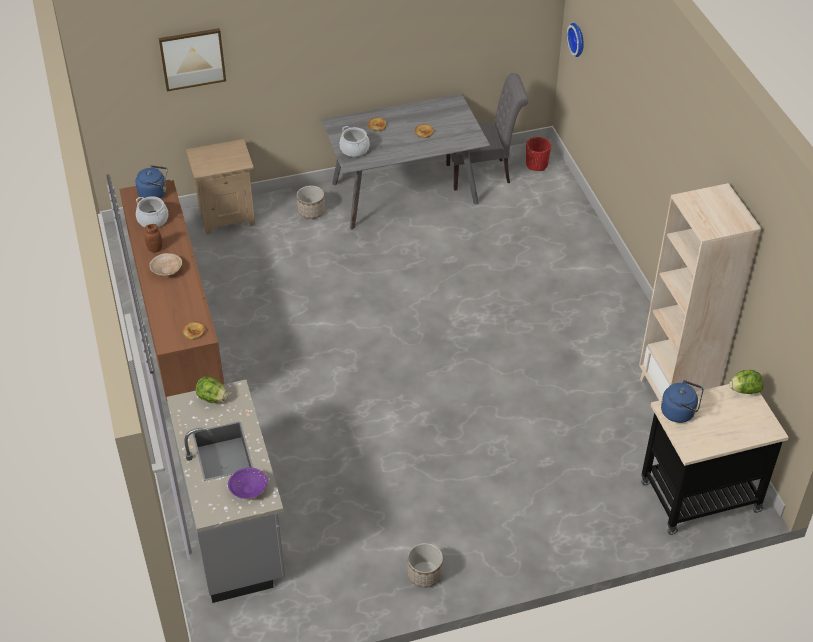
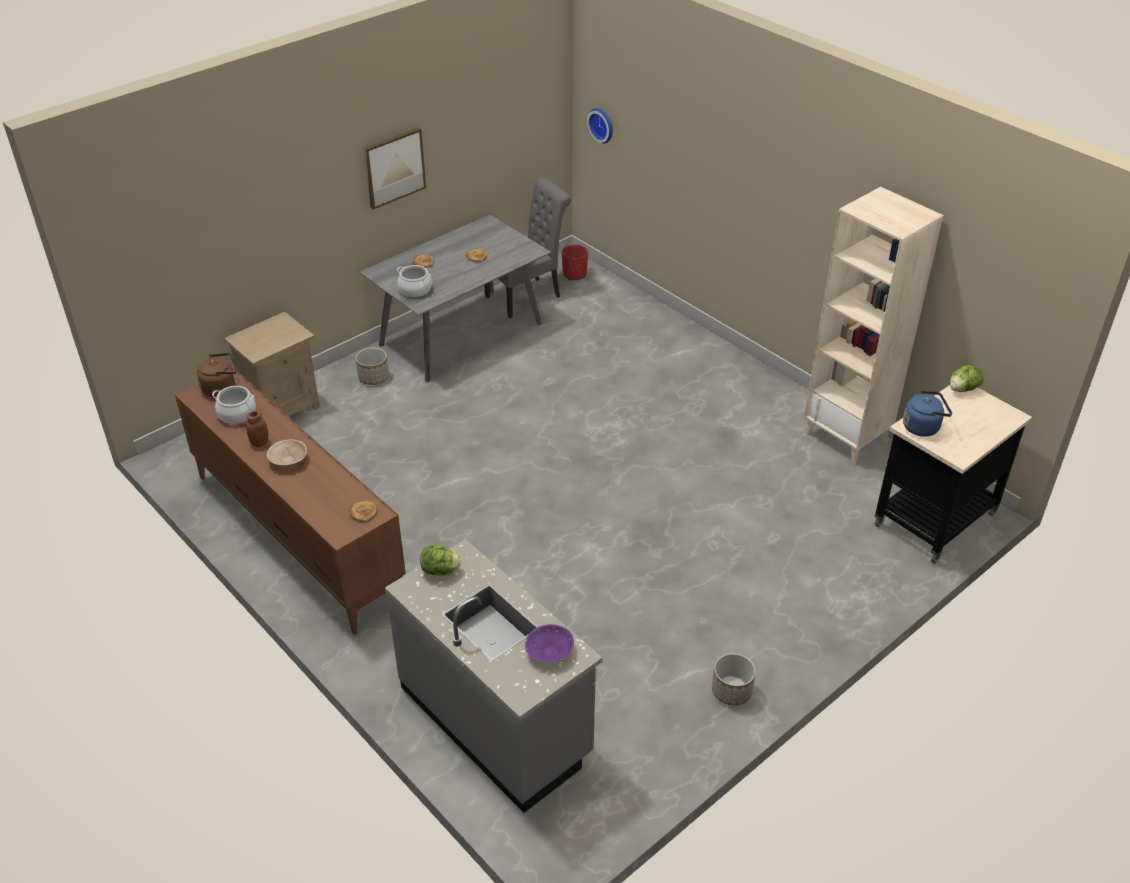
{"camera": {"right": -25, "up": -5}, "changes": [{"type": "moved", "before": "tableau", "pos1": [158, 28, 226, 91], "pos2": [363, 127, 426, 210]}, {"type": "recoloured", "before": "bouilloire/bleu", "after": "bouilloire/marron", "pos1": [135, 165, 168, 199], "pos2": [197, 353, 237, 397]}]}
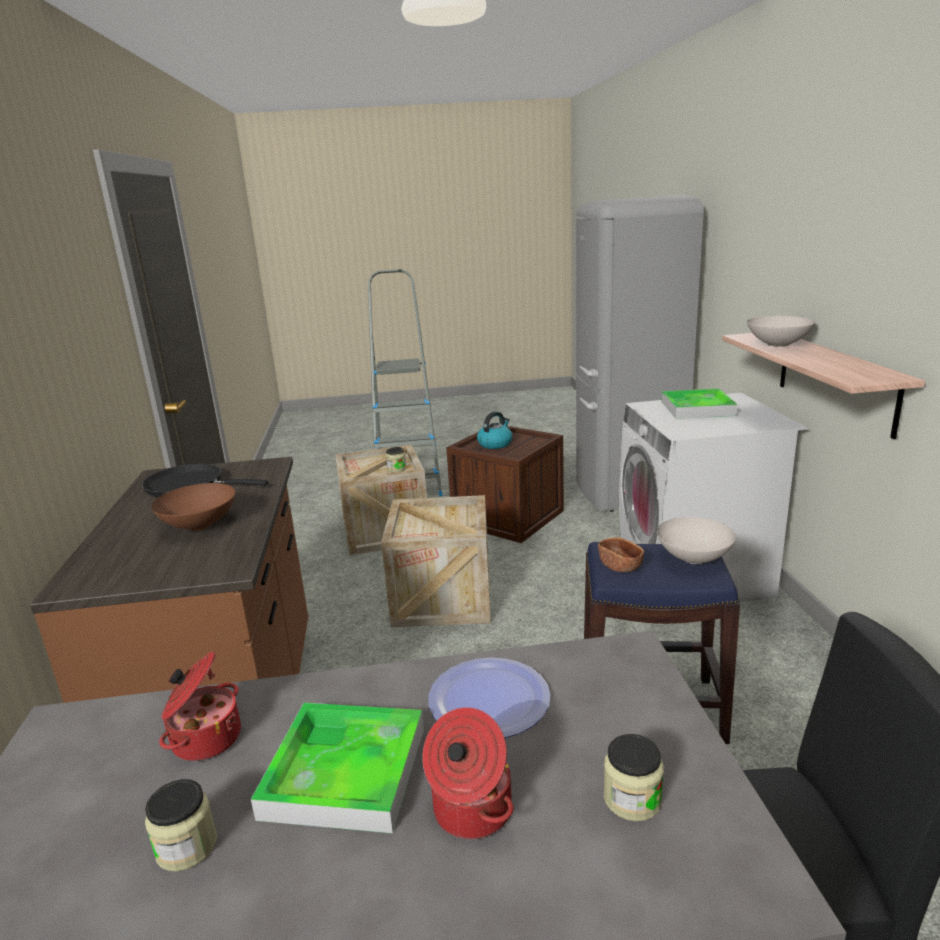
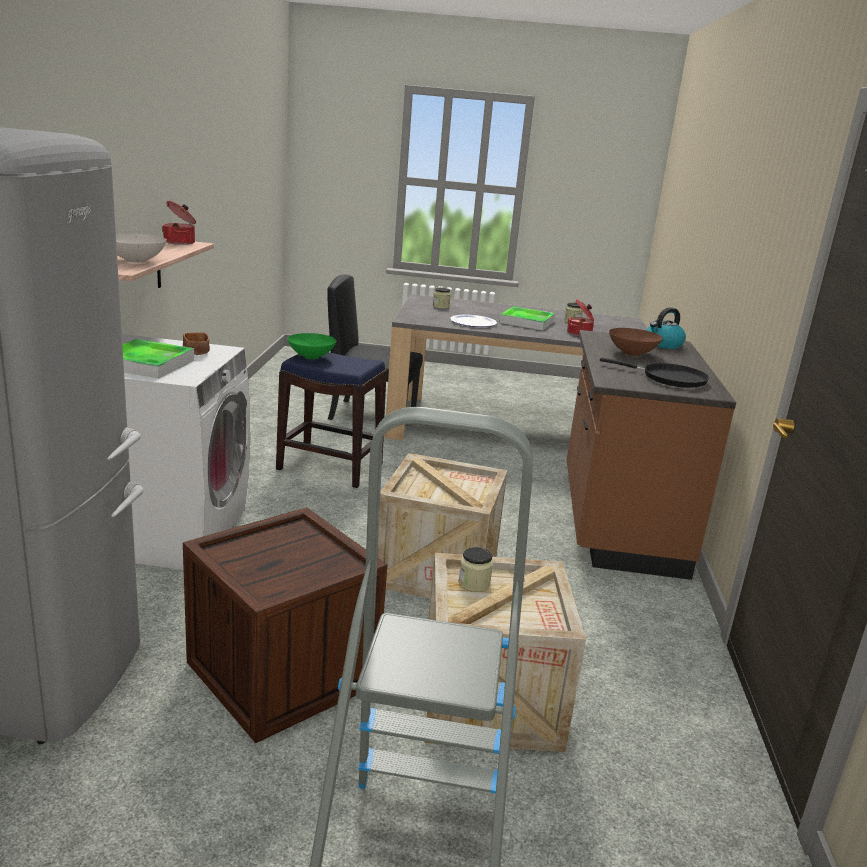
{"camera": {"right": -170, "up": 0}, "changes": [{"type": "moved", "before": "marmite", "pos1": [422, 707, 513, 840], "pos2": [162, 201, 196, 245]}, {"type": "moved", "before": "bouilloire", "pos1": [477, 411, 512, 449], "pos2": [646, 307, 686, 349]}, {"type": "moved", "before": "bol/marron", "pos1": [598, 537, 644, 572], "pos2": [183, 332, 210, 355]}, {"type": "recoloured", "before": "bol/blanc", "after": "bol/vert", "pos1": [657, 517, 736, 564], "pos2": [287, 333, 336, 359]}]}
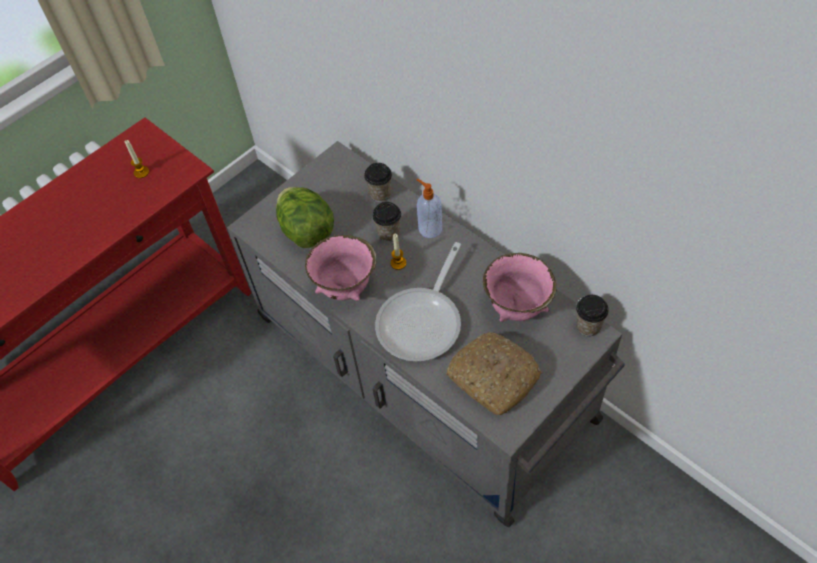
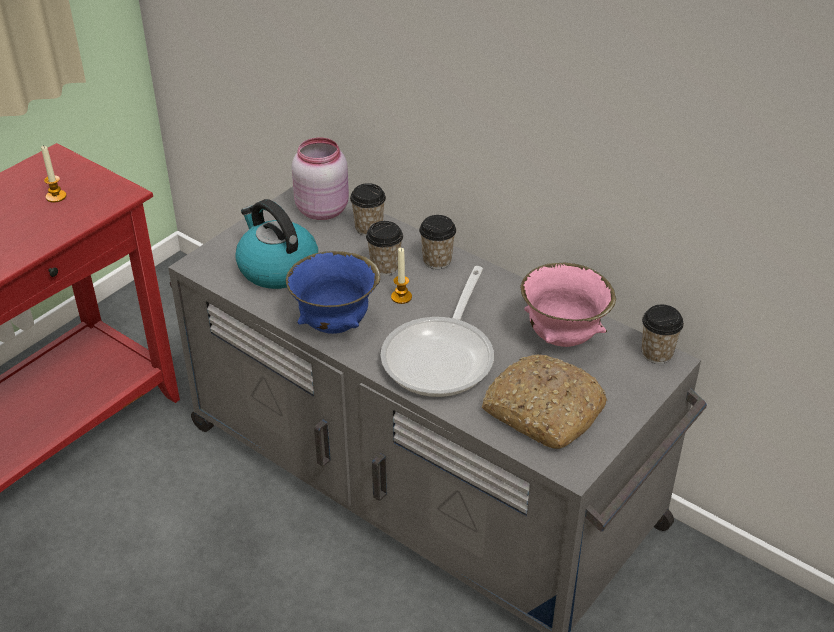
{"camera": {"right": -10, "up": -15}, "changes": [{"type": "added", "after": "bocal/rose", "pos2": [292, 138, 349, 220]}, {"type": "replaced", "before": "laitue", "after": "bouilloire", "pos1": [276, 187, 334, 248], "pos2": [235, 199, 318, 289]}, {"type": "replaced", "before": "distributeur de savon", "after": "tasse", "pos1": [416, 179, 442, 238], "pos2": [419, 215, 456, 269]}, {"type": "recoloured", "before": "bol/rose", "after": "bol/bleu", "pos1": [305, 235, 377, 301], "pos2": [286, 251, 380, 334]}]}
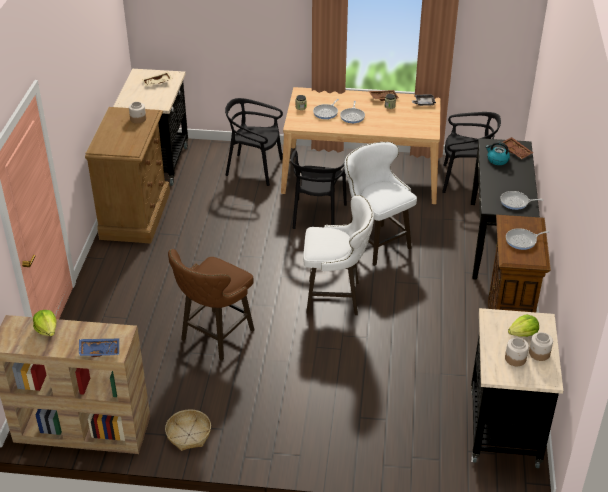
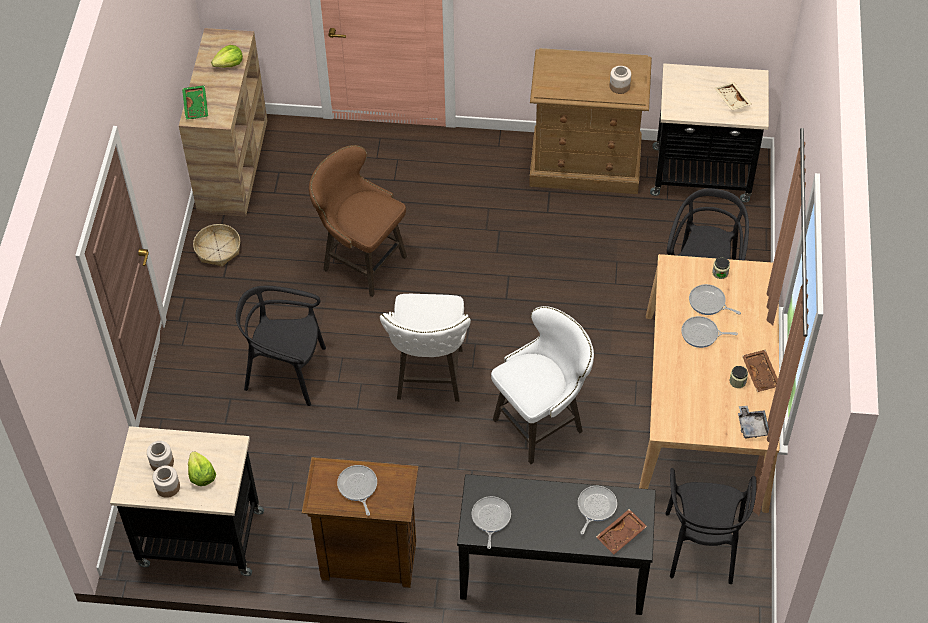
{"camera": {"right": 90, "up": 15}, "changes": [{"type": "moved", "before": "chaise/noir", "pos1": [291, 150, 347, 229], "pos2": [236, 286, 326, 406]}, {"type": "replaced", "before": "bouilloire", "after": "poêle", "pos1": [486, 142, 510, 165], "pos2": [578, 486, 617, 535]}, {"type": "recoloured", "before": "plateau/bleu", "after": "plateau/vert", "pos1": [79, 338, 119, 357], "pos2": [182, 85, 208, 120]}]}
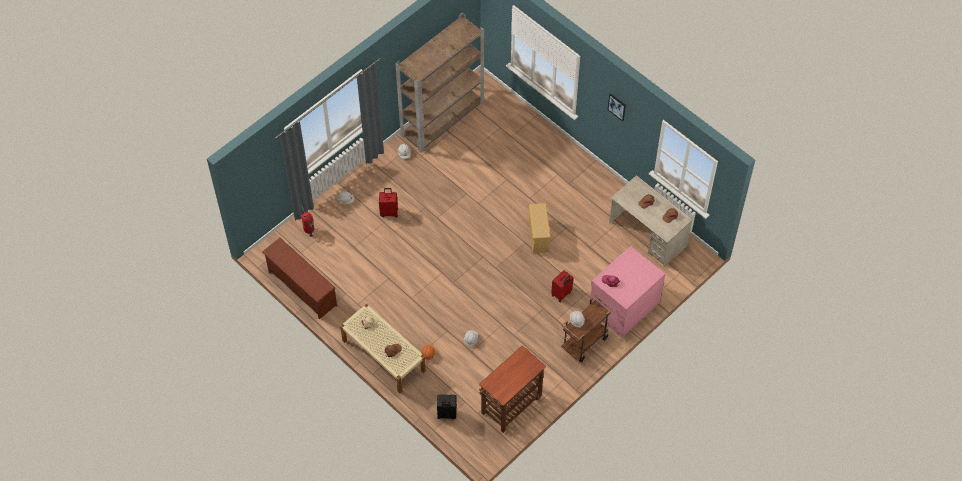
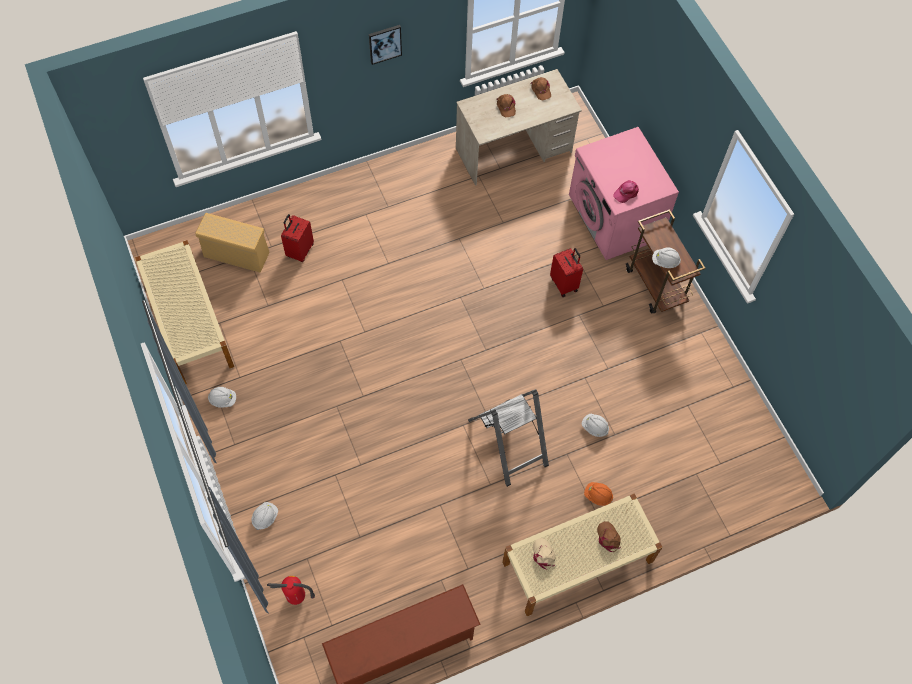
{"camera": {"right": -70, "up": 5}, "changes": [{"type": "removed", "before": "valise/noir", "pos1": [437, 394, 457, 420]}, {"type": "removed", "before": "chariot/marron", "pos1": [479, 346, 546, 433]}, {"type": "added", "after": "escabeau/gris", "pos2": [468, 389, 549, 487]}, {"type": "moved", "before": "valise/rouge", "pos1": [379, 188, 398, 217], "pos2": [281, 214, 314, 262]}, {"type": "moved", "before": "boîte de rangement/beige", "pos1": [528, 203, 550, 253], "pos2": [195, 213, 270, 273]}, {"type": "replaced", "before": "bibliothèque/marron", "after": "banc/beige", "pos1": [395, 12, 484, 153], "pos2": [135, 240, 235, 384]}]}
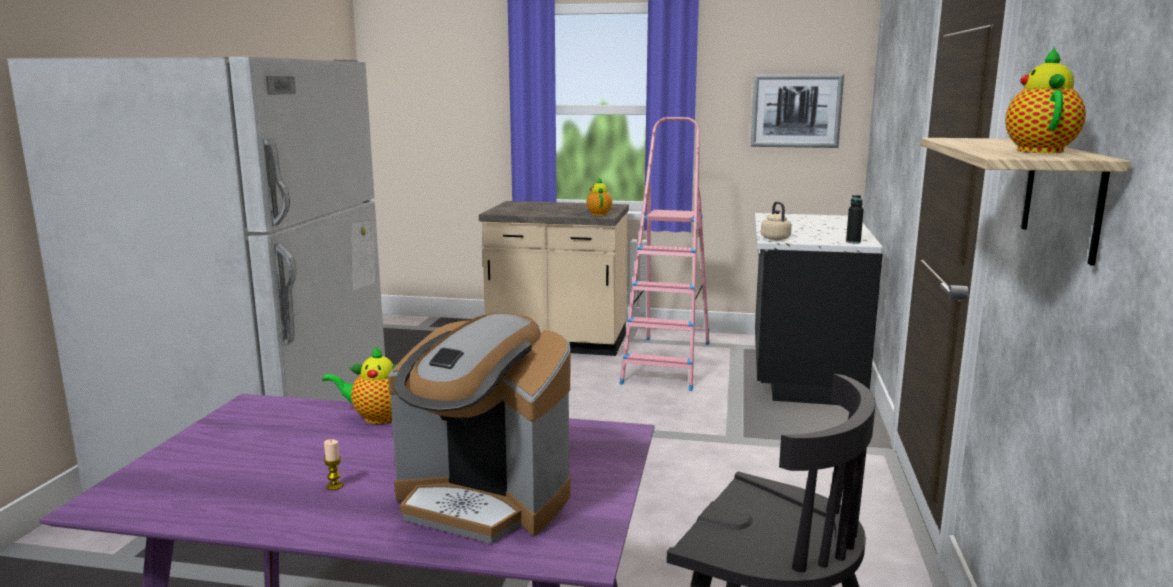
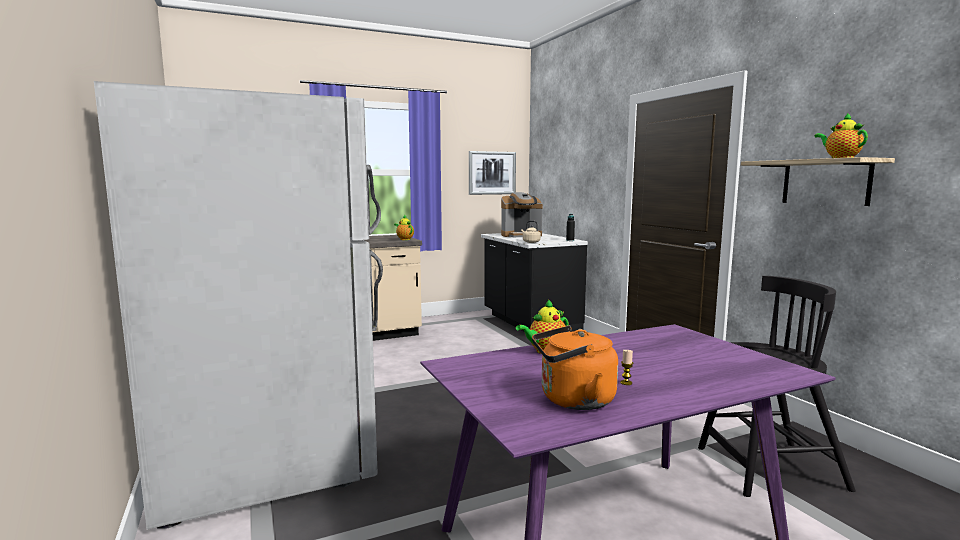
{"camera": {"right": -35, "up": -5}, "changes": [{"type": "removed", "before": "escabeau/rose", "pos1": [620, 117, 710, 391]}, {"type": "added", "after": "bouilloire/orange", "pos2": [532, 325, 618, 410]}, {"type": "moved", "before": "machine à café", "pos1": [388, 313, 571, 544], "pos2": [501, 192, 543, 237]}]}
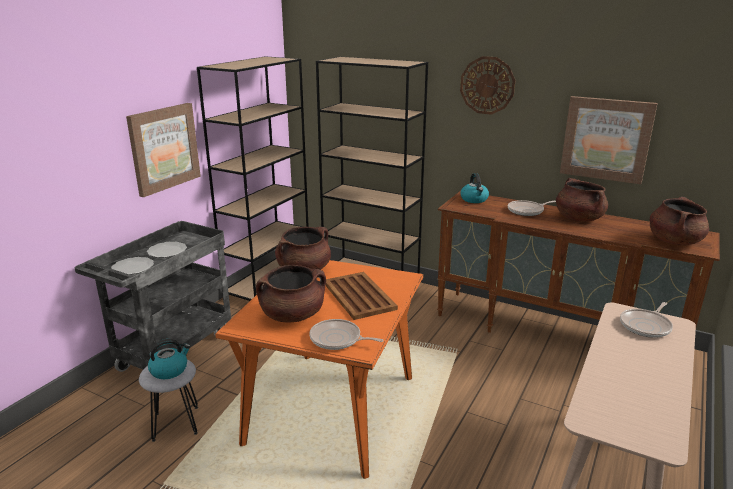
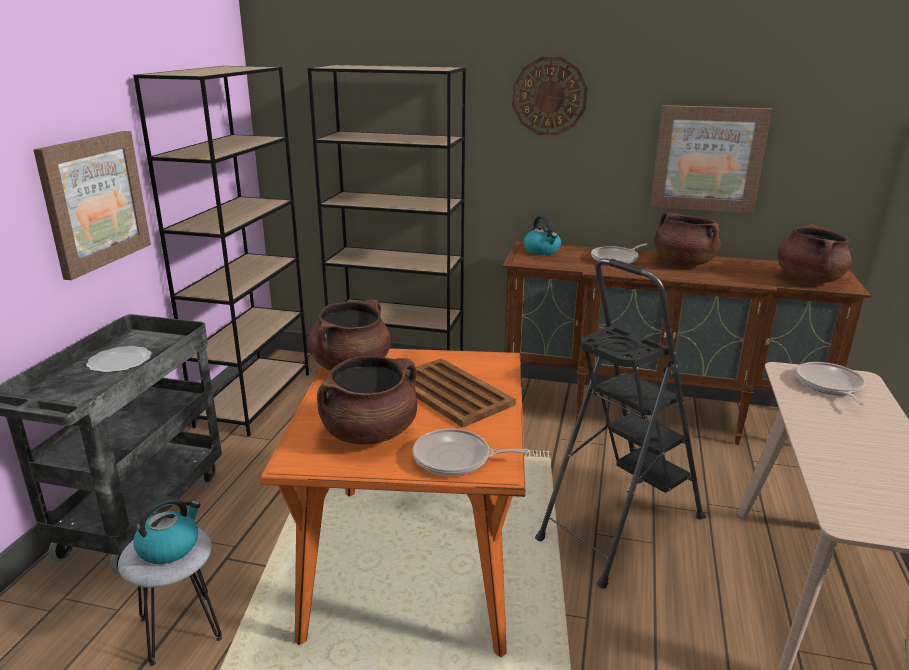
{"camera": {"right": -15, "up": 0}, "changes": [{"type": "removed", "before": "assiette", "pos1": [111, 257, 154, 275]}, {"type": "added", "after": "escabeau", "pos2": [535, 258, 706, 589]}, {"type": "turned", "before": "poêle", "pos1": [620, 302, 673, 338], "pos2": [796, 362, 865, 405], "turn": 150}]}
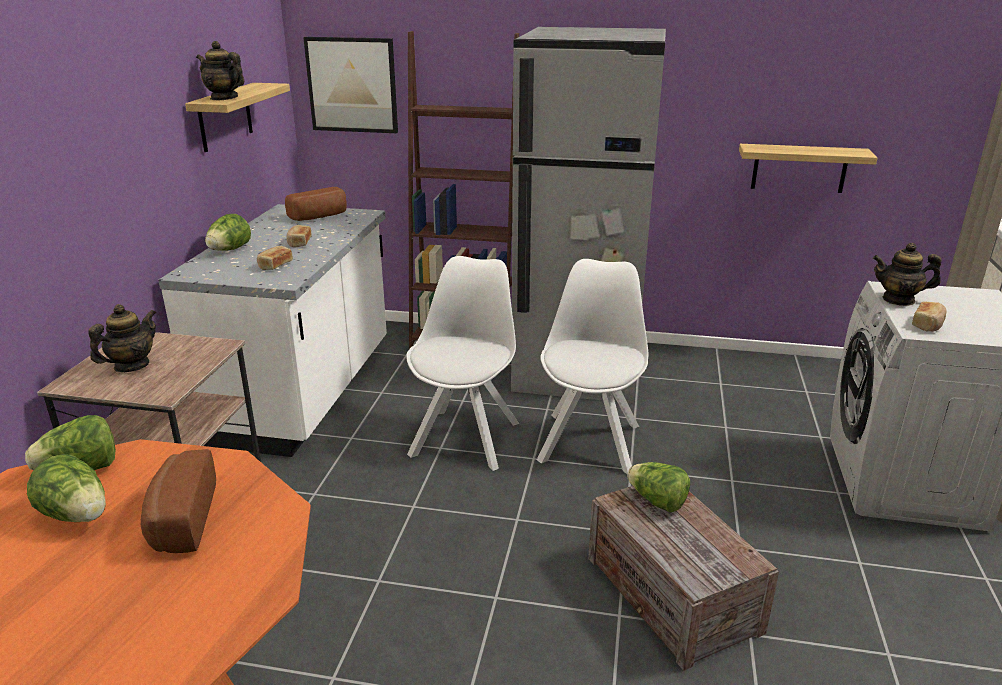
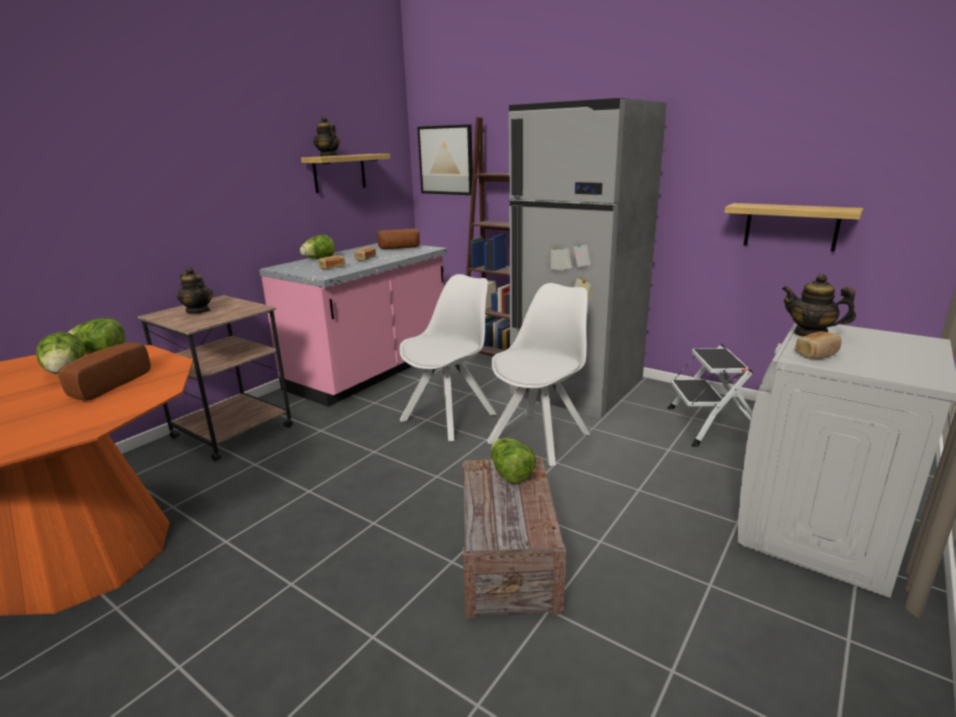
{"camera": {"right": 25, "up": -5}, "changes": [{"type": "added", "after": "escabeau", "pos2": [667, 344, 753, 447]}, {"type": "recoloured", "before": "comptoir de cuisine/blanc", "after": "comptoir de cuisine/rose", "pos1": [158, 204, 387, 457], "pos2": [259, 243, 447, 407]}, {"type": "turned", "before": "théière", "pos1": [88, 304, 156, 372], "pos2": [177, 267, 213, 313], "turn": 75}]}
